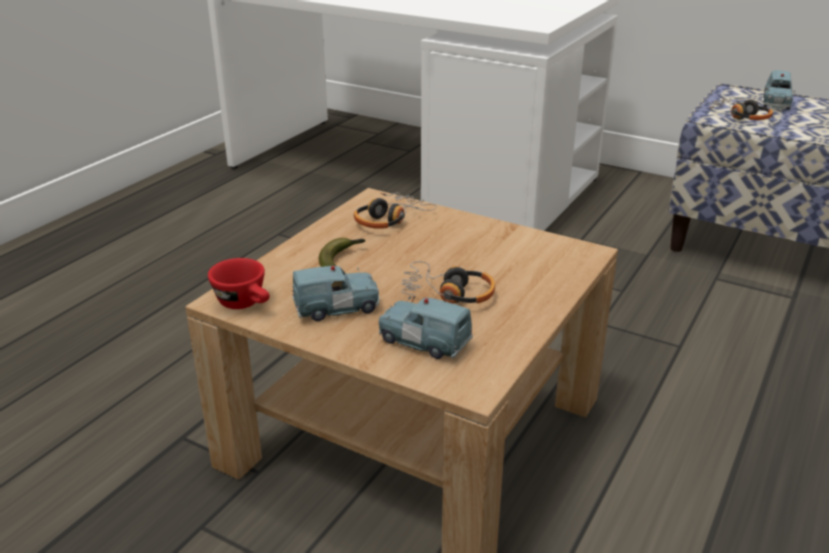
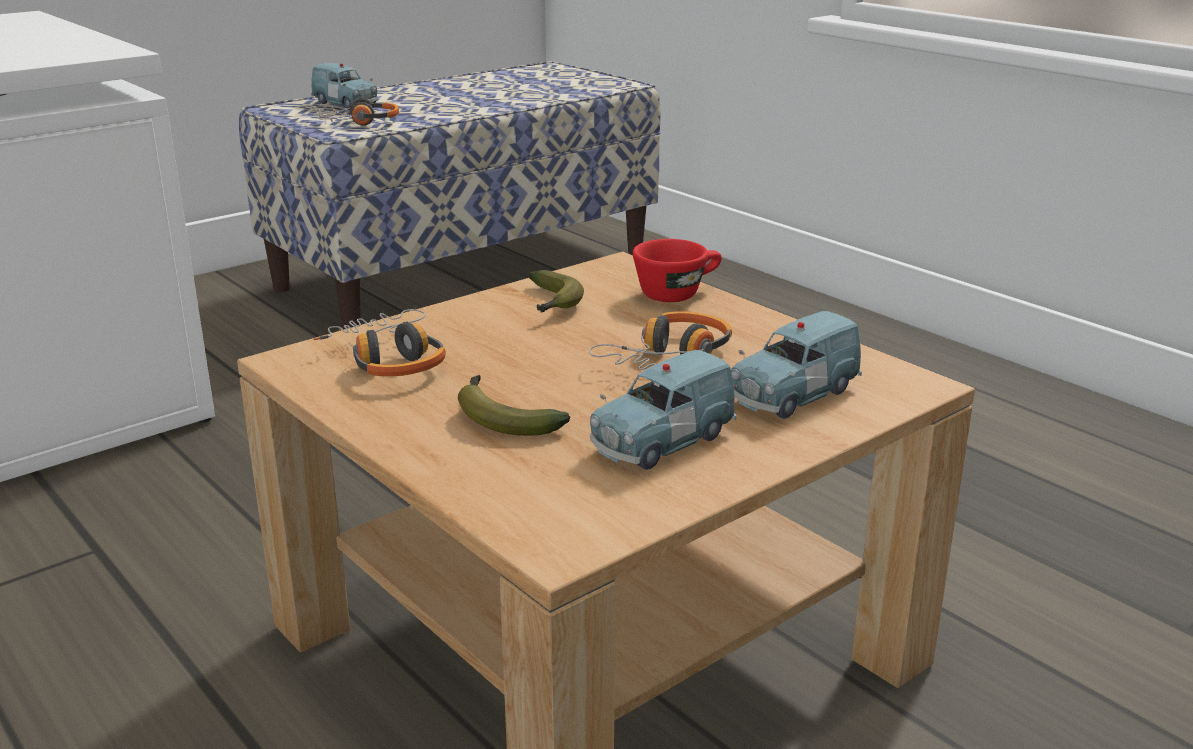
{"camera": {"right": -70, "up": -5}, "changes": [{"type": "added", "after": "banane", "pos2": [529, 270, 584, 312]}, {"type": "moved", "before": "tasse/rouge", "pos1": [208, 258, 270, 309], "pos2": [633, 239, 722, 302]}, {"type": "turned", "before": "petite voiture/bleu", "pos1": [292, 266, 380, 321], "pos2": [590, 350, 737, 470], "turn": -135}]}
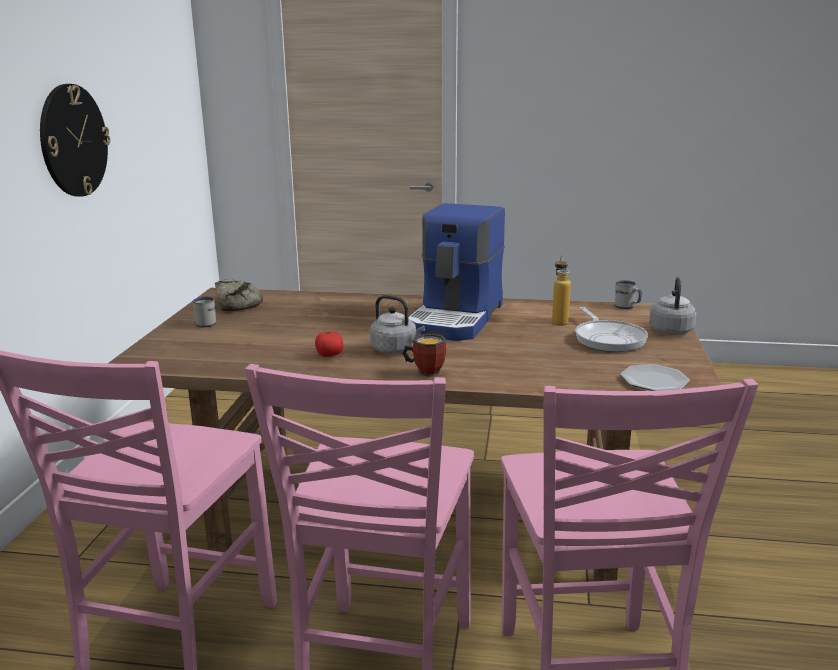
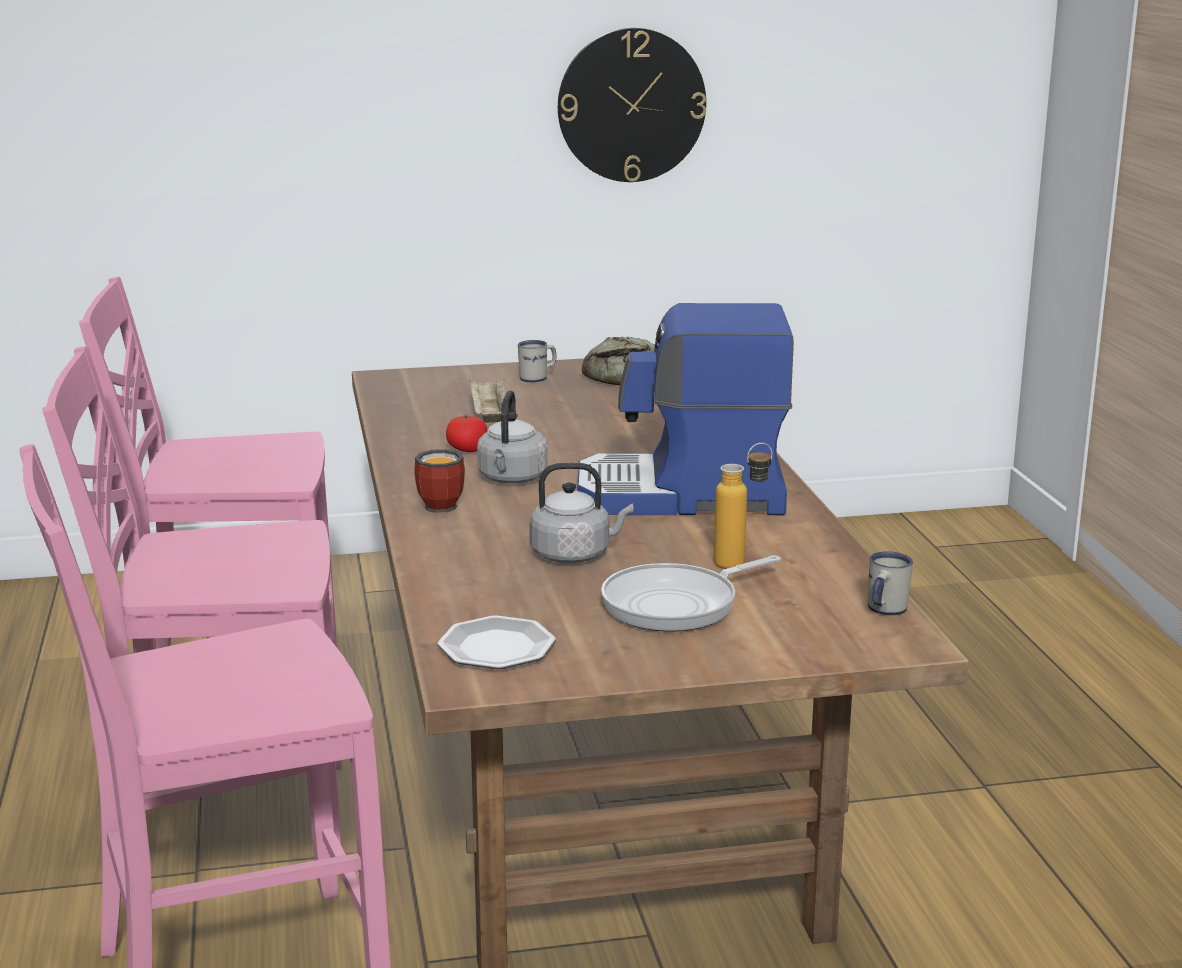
{"camera": {"right": 70, "up": 0}, "changes": [{"type": "added", "after": "plateau/beige", "pos2": [469, 378, 506, 423]}, {"type": "moved", "before": "bouilloire/gris", "pos1": [649, 277, 696, 335], "pos2": [529, 463, 633, 563]}]}
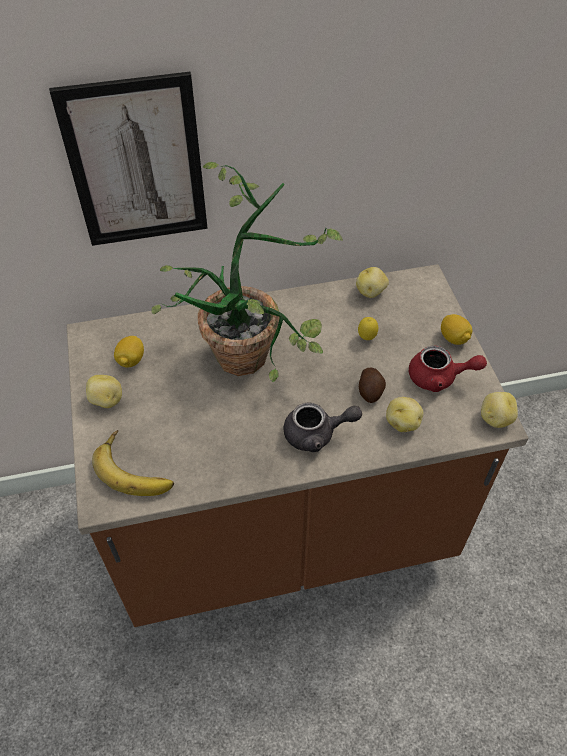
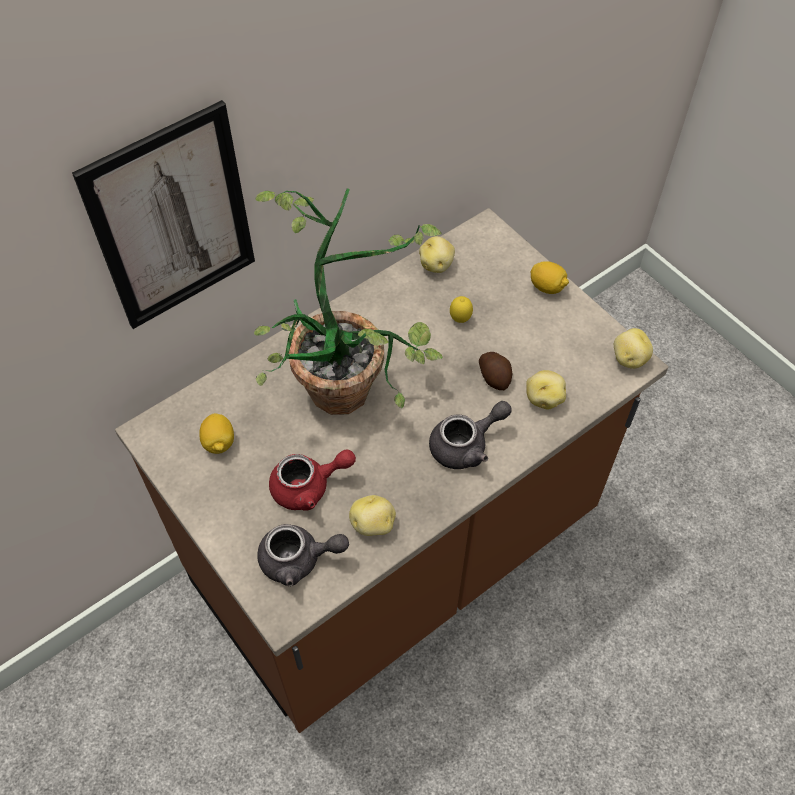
{"camera": {"right": -25, "up": 5}, "changes": [{"type": "moved", "before": "pomme de terre", "pos1": [86, 375, 122, 408], "pos2": [349, 495, 396, 536]}, {"type": "moved", "before": "théière/rouge", "pos1": [409, 346, 487, 392], "pos2": [269, 449, 356, 511]}, {"type": "replaced", "before": "banane", "after": "théière/gris", "pos1": [92, 430, 174, 496], "pos2": [257, 524, 349, 587]}]}
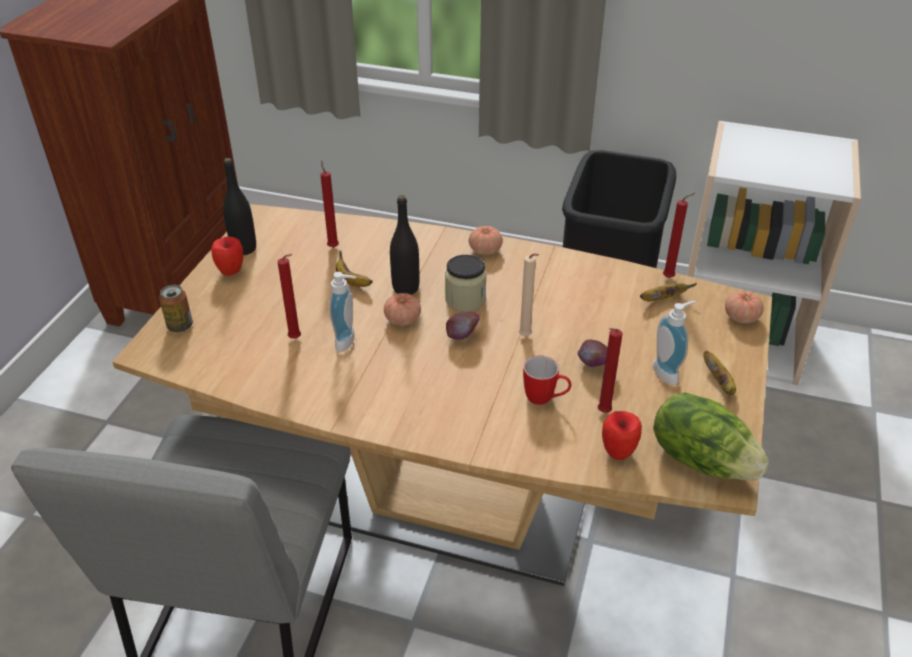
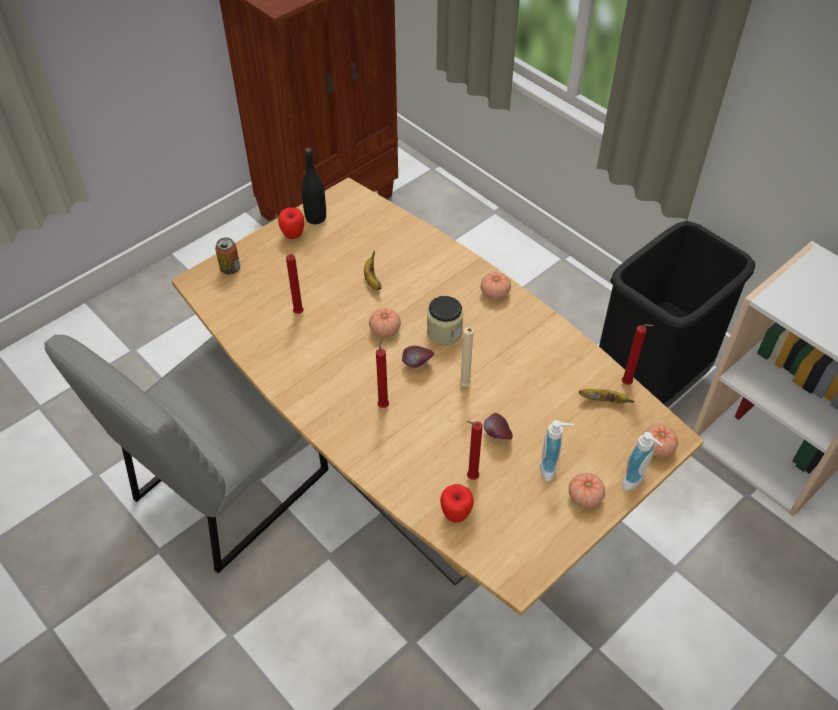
{"camera": {"right": 30, "up": 10}, "changes": [{"type": "removed", "before": "bouteille/noir", "pos1": [390, 195, 419, 295]}, {"type": "removed", "before": "mug", "pos1": [523, 355, 571, 405]}, {"type": "removed", "before": "laitue", "pos1": [653, 392, 769, 480]}, {"type": "moved", "before": "bougie/rouge", "pos1": [320, 160, 339, 248], "pos2": [376, 338, 389, 408]}, {"type": "moved", "before": "distributeur de savon", "pos1": [329, 272, 356, 352], "pos2": [622, 432, 663, 490]}, {"type": "replaced", "before": "banane", "after": "tomate", "pos1": [703, 351, 736, 395], "pos2": [569, 473, 605, 508]}]}
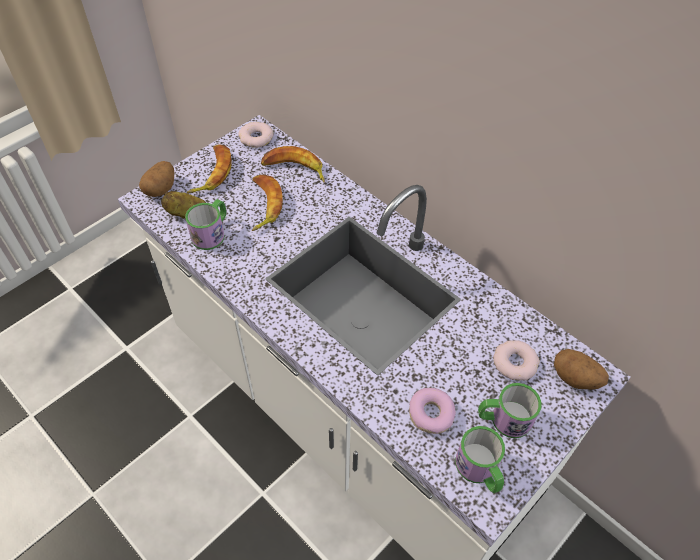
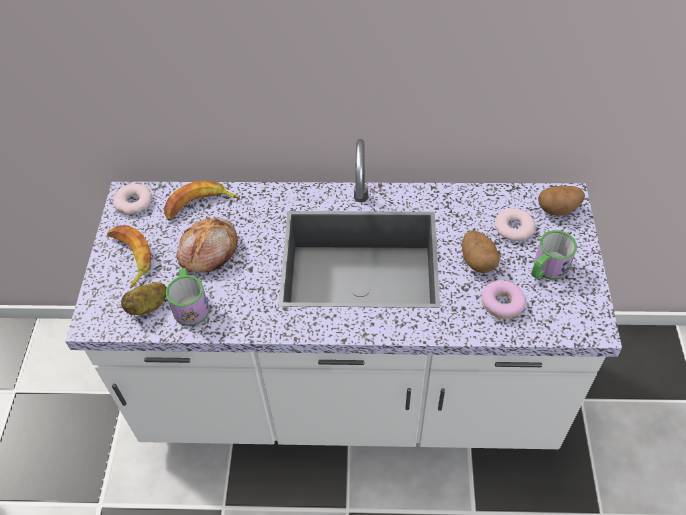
{"camera": {"right": -40, "up": 0}, "changes": [{"type": "removed", "before": "mug", "pos1": [455, 426, 505, 493]}, {"type": "moved", "before": "pomme de terre", "pos1": [139, 161, 174, 197], "pos2": [462, 231, 500, 273]}, {"type": "replaced", "before": "banane", "after": "pain", "pos1": [252, 174, 283, 231], "pos2": [176, 217, 238, 273]}]}
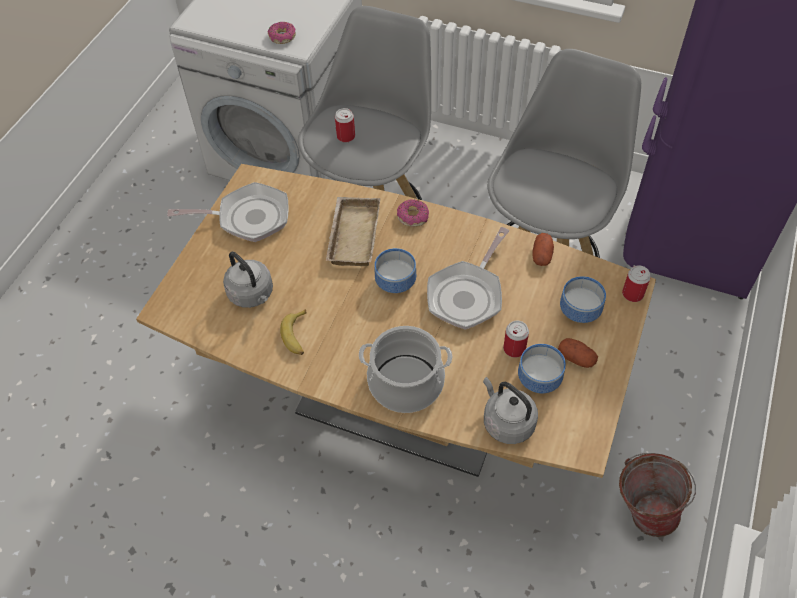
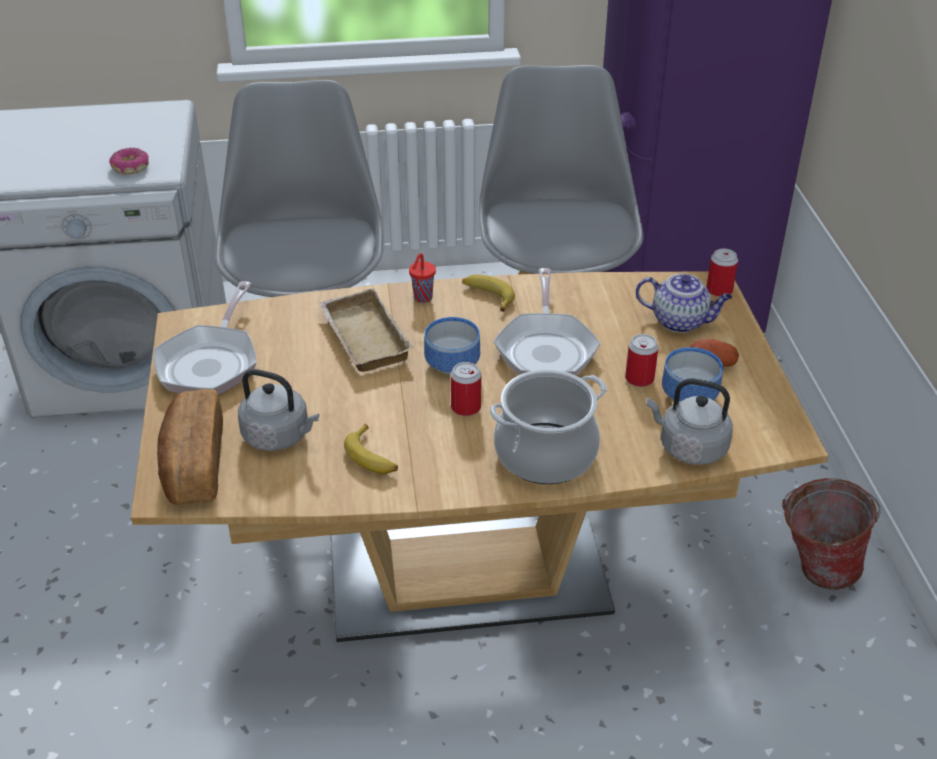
{"camera": {"right": -30, "up": -15}, "changes": [{"type": "removed", "before": "pomme de terre", "pos1": [532, 233, 554, 266]}, {"type": "added", "after": "pain", "pos2": [157, 389, 223, 505]}, {"type": "added", "after": "banane", "pos2": [462, 274, 515, 312]}, {"type": "moved", "before": "boîte métallique", "pos1": [335, 108, 355, 142], "pos2": [451, 362, 481, 416]}, {"type": "replaced", "before": "beignet", "after": "tasse/rouge", "pos1": [397, 200, 429, 227], "pos2": [409, 253, 436, 303]}, {"type": "replaced", "before": "bol", "after": "théière", "pos1": [560, 276, 606, 323], "pos2": [636, 274, 732, 333]}, {"type": "turned", "before": "poêle", "pos1": [167, 182, 288, 242], "pos2": [153, 281, 256, 395], "turn": 135}]}
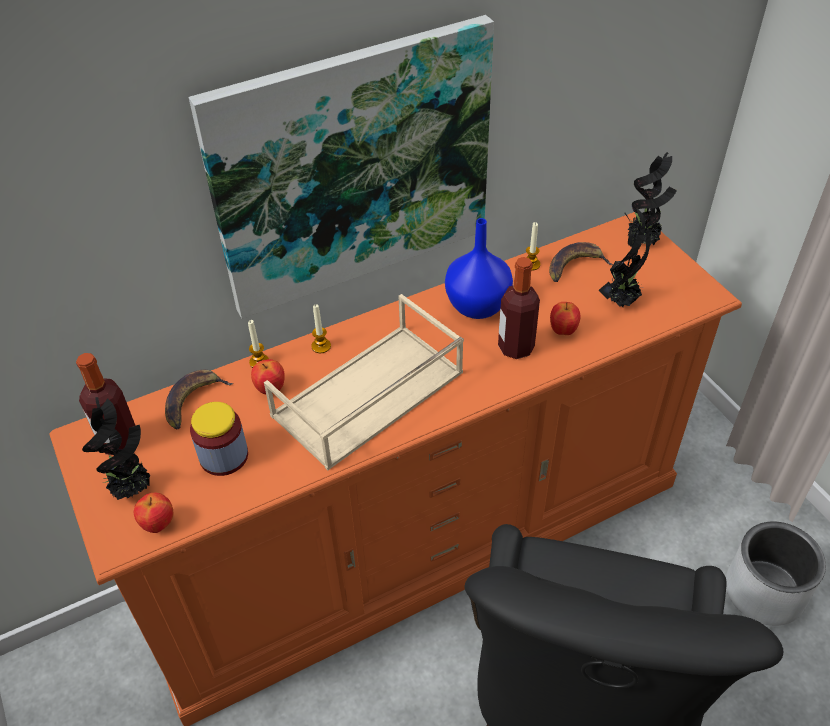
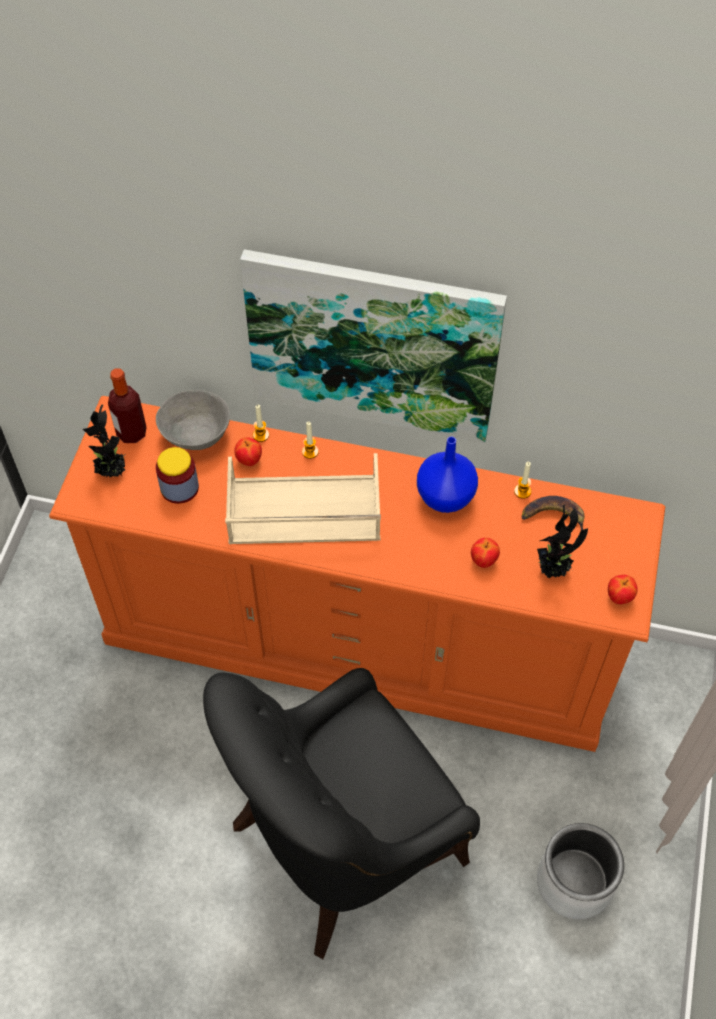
{"camera": {"right": 40, "up": 10}, "changes": [{"type": "removed", "before": "bouteille", "pos1": [498, 257, 540, 359]}, {"type": "removed", "before": "plante en pot", "pos1": [628, 152, 677, 246]}, {"type": "moved", "before": "pomme", "pos1": [134, 493, 173, 533], "pos2": [608, 575, 638, 604]}, {"type": "replaced", "before": "banane", "after": "bol/gris", "pos1": [165, 370, 233, 429], "pos2": [156, 390, 230, 450]}]}
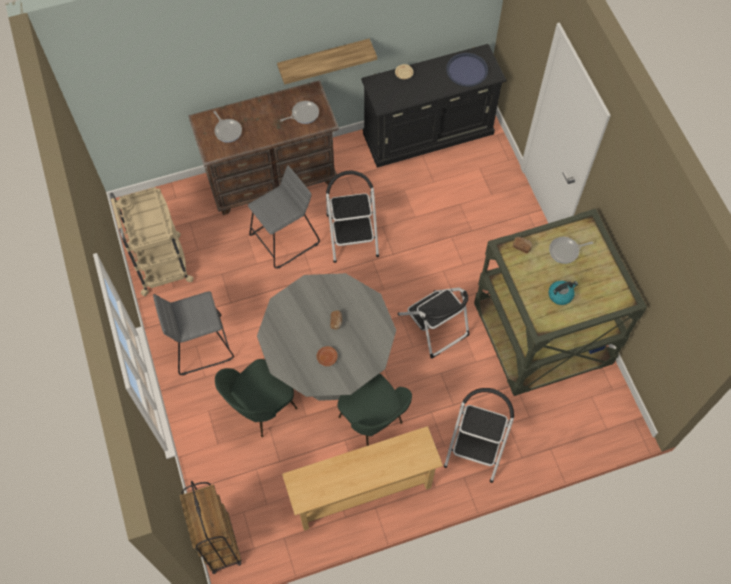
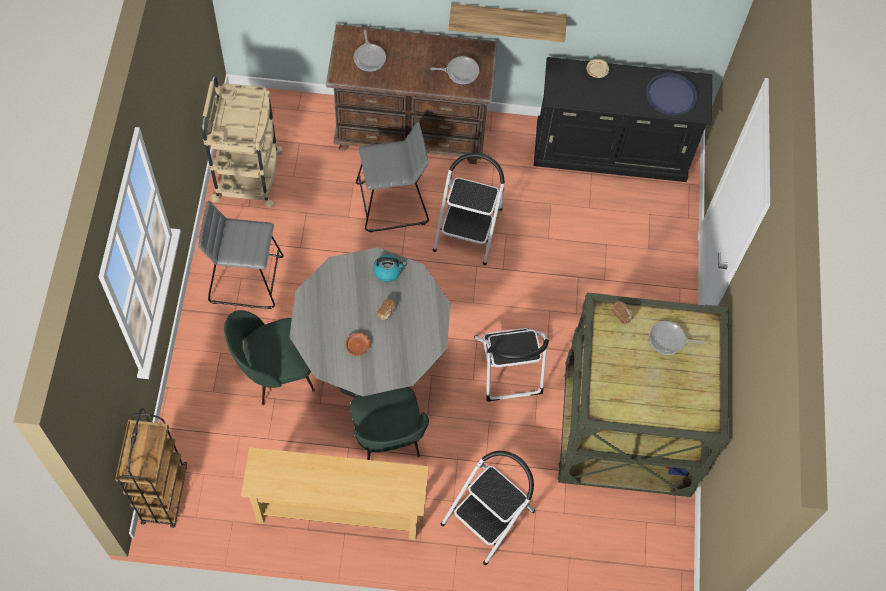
{"camera": {"right": 20, "up": 0}, "changes": [{"type": "moved", "before": "bouilloire", "pos1": [549, 281, 578, 305], "pos2": [373, 255, 406, 282]}]}
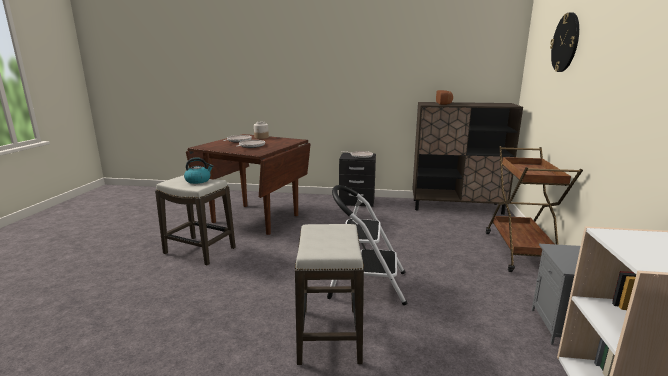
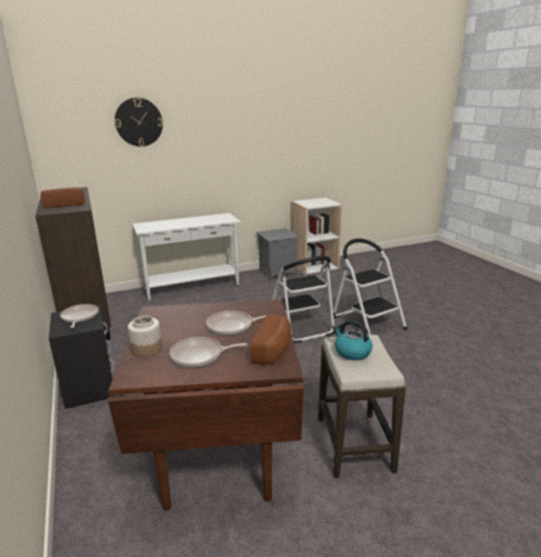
{"camera": {"right": -120, "up": 5}, "changes": [{"type": "added", "after": "pain", "pos2": [251, 314, 291, 365]}, {"type": "replaced", "before": "tabouret", "after": "escabeau", "pos1": [295, 224, 364, 365], "pos2": [333, 238, 408, 335]}, {"type": "replaced", "before": "chariot/marron", "after": "table console/blanc", "pos1": [486, 146, 583, 272], "pos2": [132, 213, 241, 301]}]}
